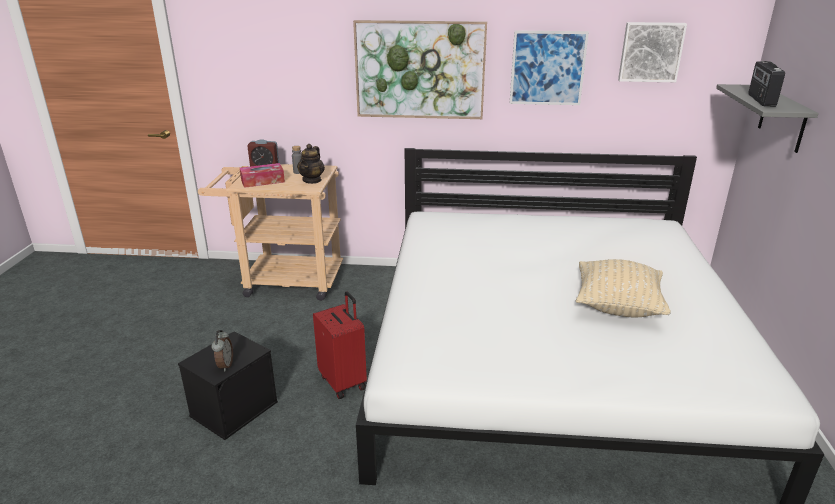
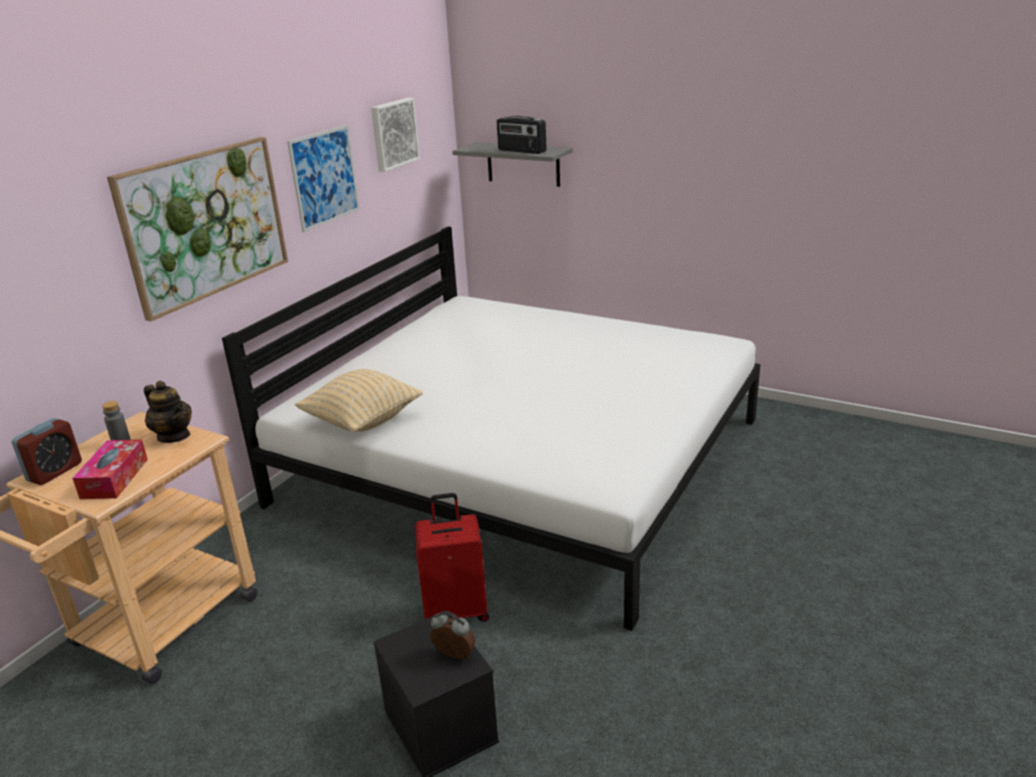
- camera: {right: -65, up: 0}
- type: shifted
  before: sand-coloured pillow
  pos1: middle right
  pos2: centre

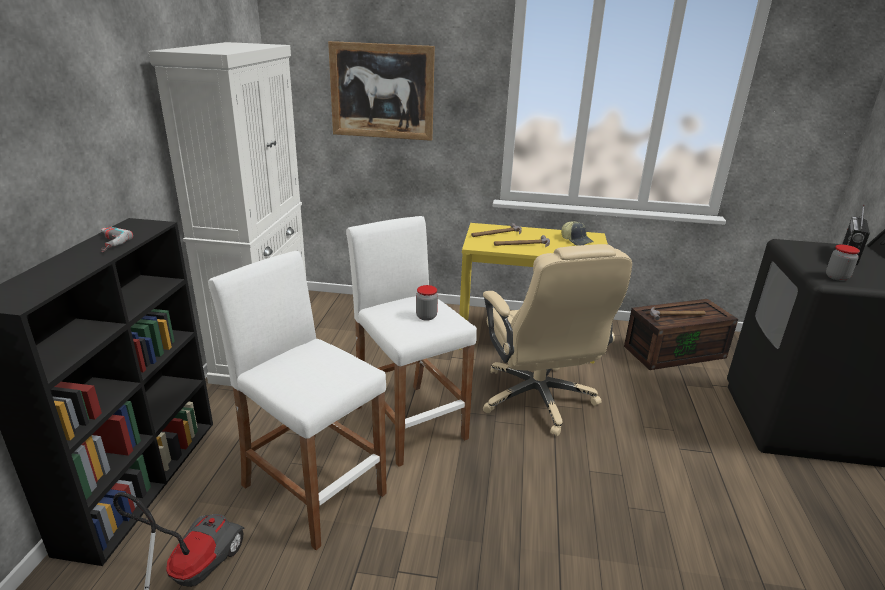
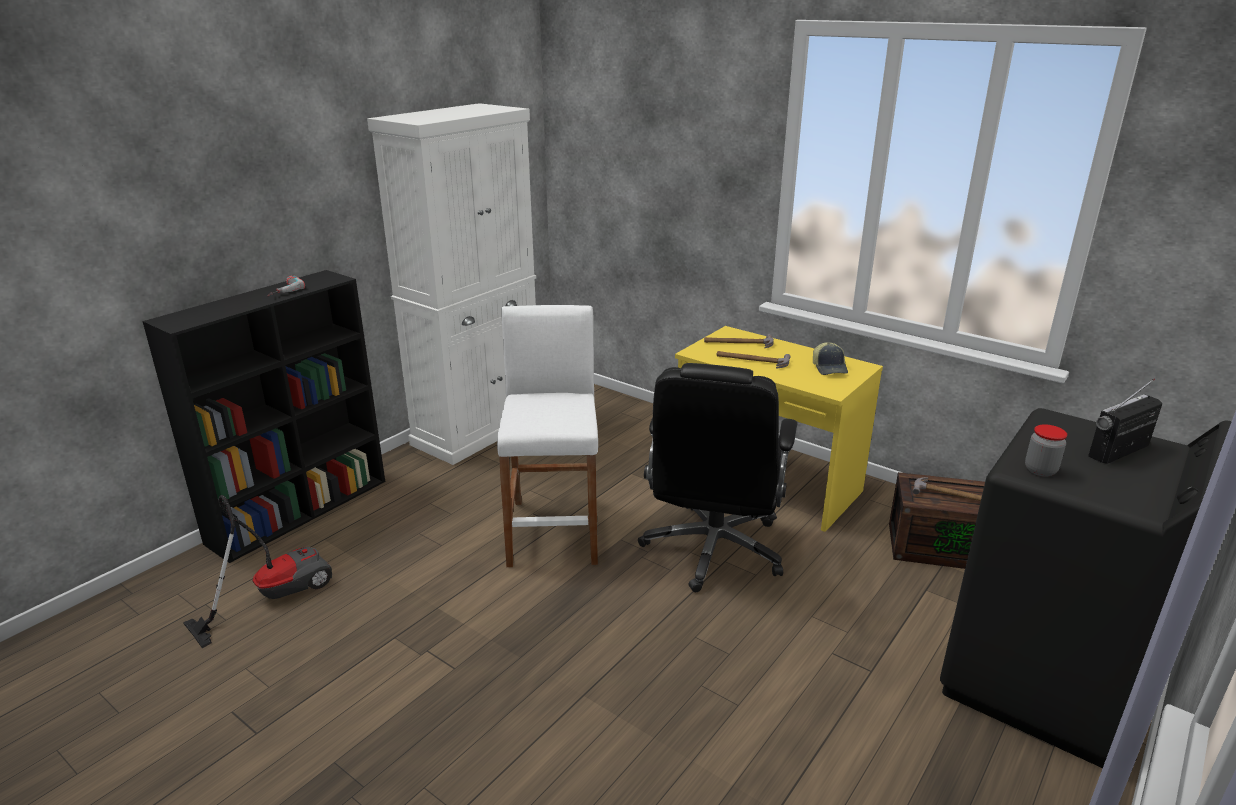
- camera: {right: 30, up: 0}
- type: repainted
  before: sand-coloured office chair
  after: blackish office chair
  pos1: centre
  pos2: centre
- type: gone
  before: white stool seat (no. 1 from left)
  pos1: bottom centre
- type: gone
  before: wall picture
  pos1: top centre
- type: gone
  before: storage jar (no. 1 from left)
  pos1: centre

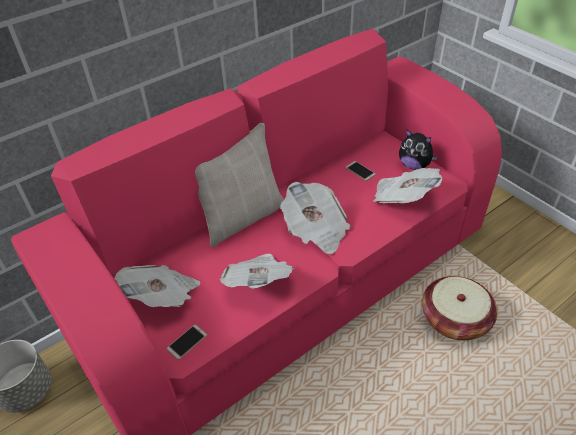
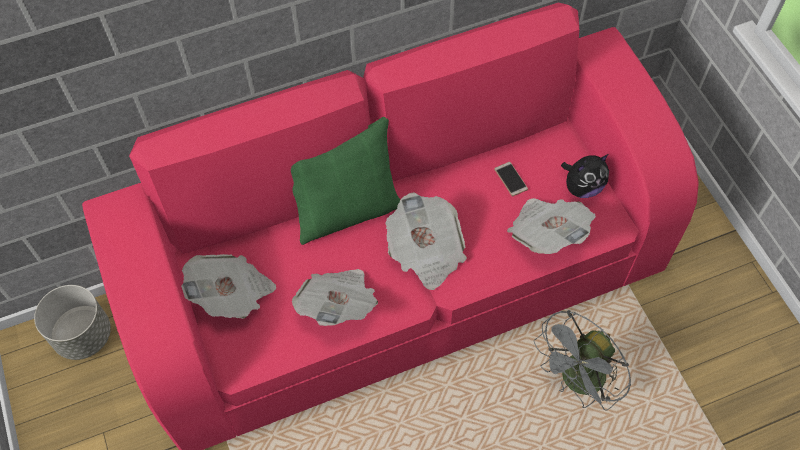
- camera: {right: 15, up: 15}
- type: repainted
  before: sand-coloured pillow
  after: green-coloured pillow
  pos1: centre
  pos2: centre
- type: swapped
  before: storage basket
  after: gray cooling fan
  pos1: bottom right
  pos2: bottom right
- type: rotated
  before: cuddly toy
  pos1: middle right
  pos2: middle right
  turn: -75
- type: gone
  before: handset (no. 1 from left)
  pos1: bottom left

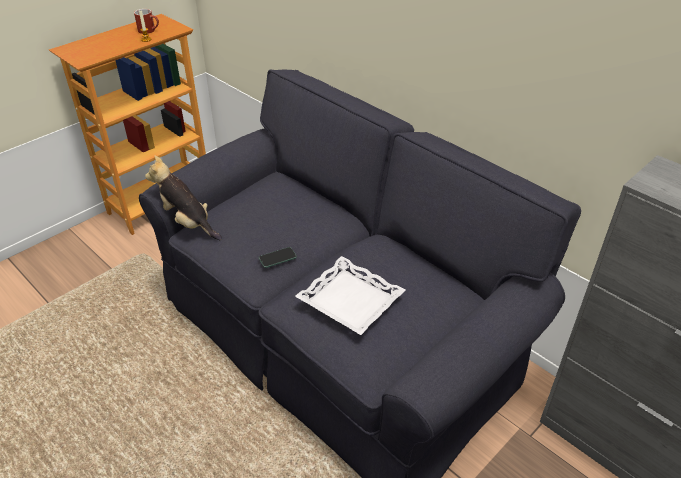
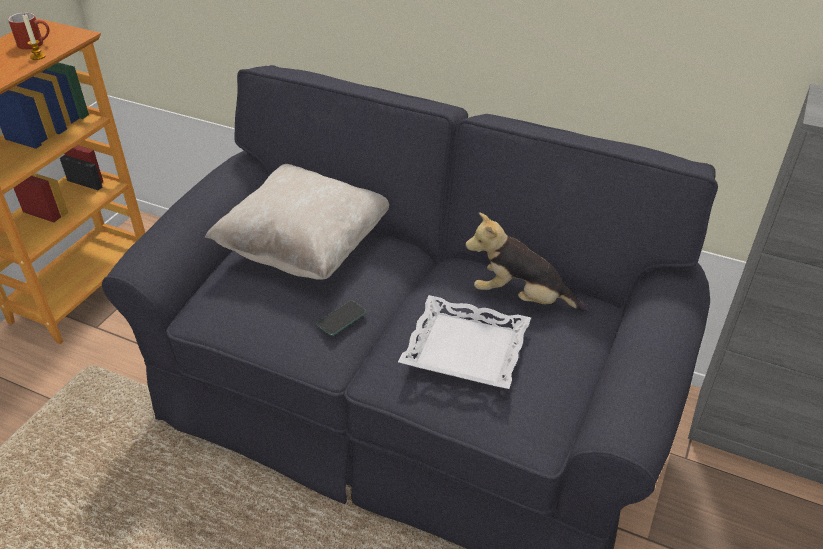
- camera: {right: -20, up: 0}
- type: new
  after: sand-coloured pillow
  pos2: centre
- type: shifted
  before: cuddly toy
  pos1: middle left
  pos2: centre

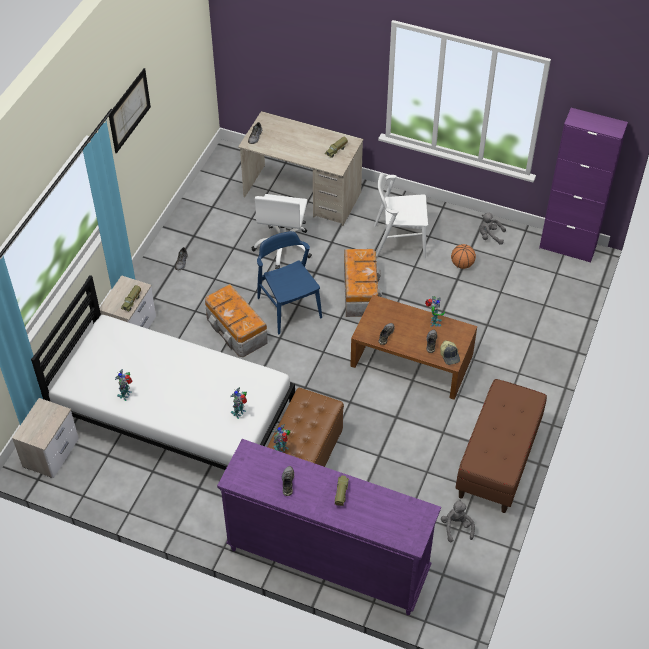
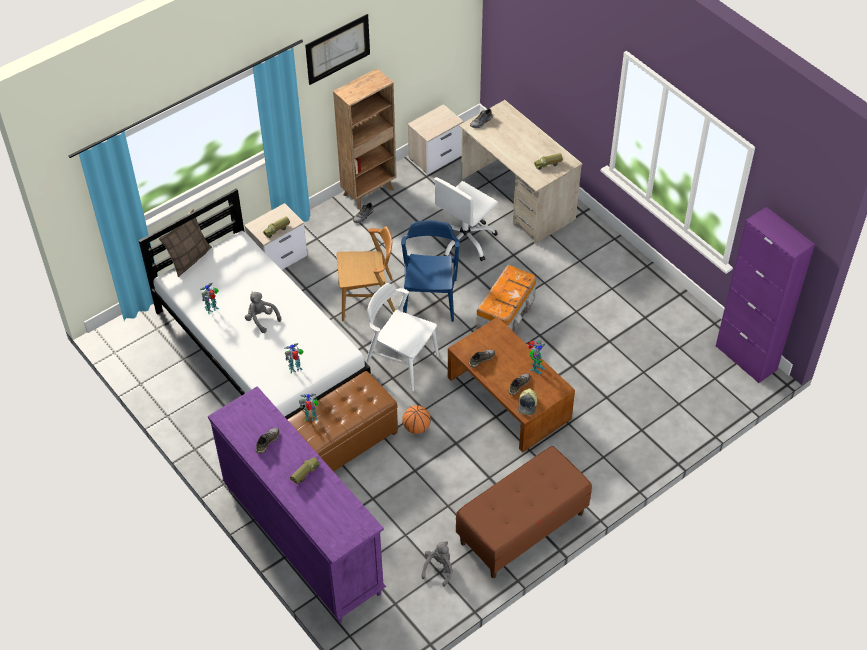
- camera: {right: 30, up: 0}
- type: new
  after: pillow
  pos2: middle left
- type: shifted
  before: gray cuddly toy (no. 2 from left in the first image)
  after: gray cuddly toy (no. 1 from left)
  pos1: middle right
  pos2: middle left
- type: new
  after: brownish bookshelf
  pos2: top centre
- type: swapped
  before: storage box (no. 1 from left)
  after: brownish chair
  pos1: centre
  pos2: centre
- type: shifted
  before: white chair
  pos1: top centre
  pos2: centre
- type: shifted
  before: basketball
  pos1: middle right
  pos2: centre
- type: shifted
  before: bedside table (no. 1 from left in the first image)
  after: bedside table (no. 2 from left)
  pos1: bottom left
  pos2: top centre

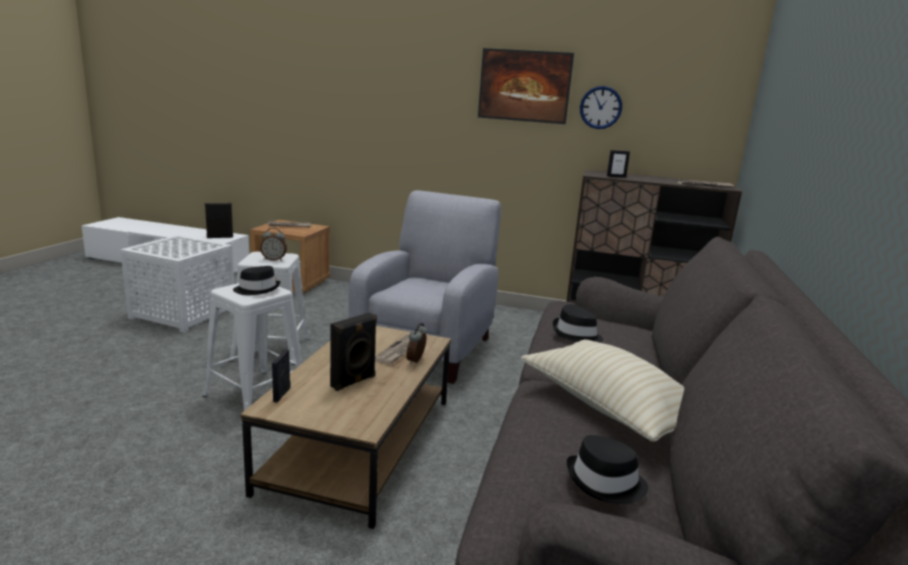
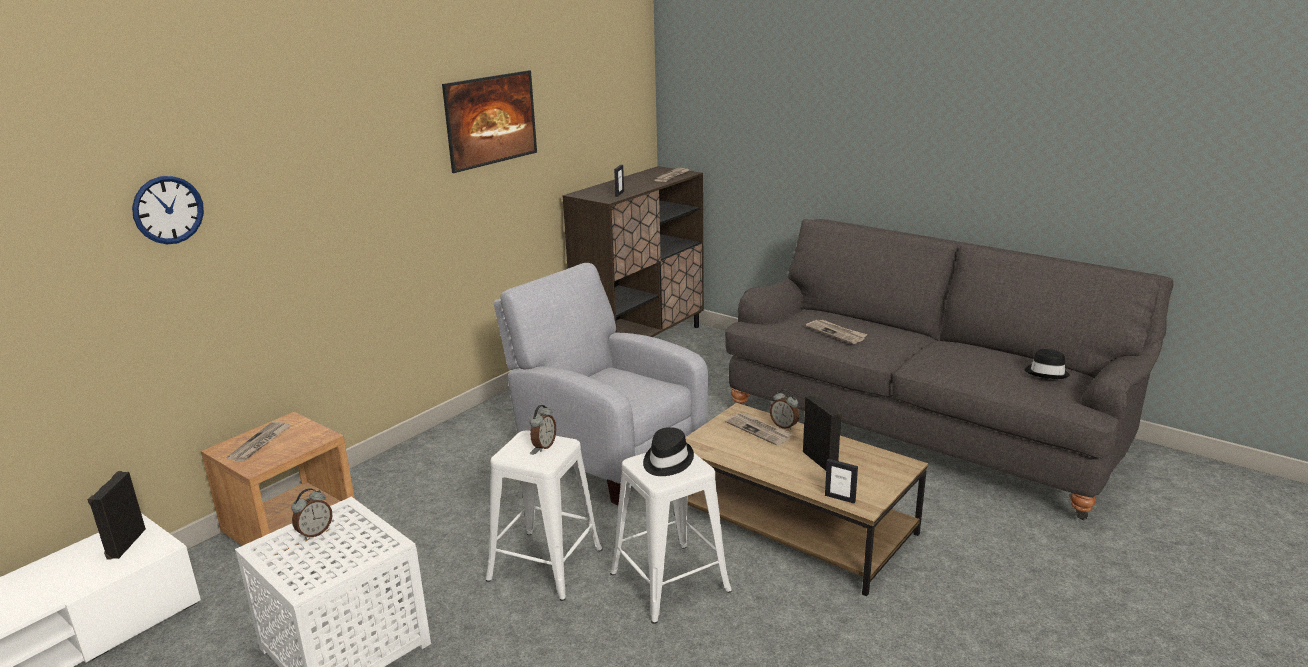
- camera: {right: -65, up: 5}
- type: shifted
  before: wall clock
  pos1: top centre
  pos2: top left
- type: new
  after: table clock (no. 1 from left)
  pos2: bottom left
- type: swapped
  before: blackish clothing hat (no. 2 from left)
  after: daily paper (no. 4 from left)
  pos1: centre
  pos2: centre
- type: gone
  before: sand-coloured pillow
  pos1: bottom centre

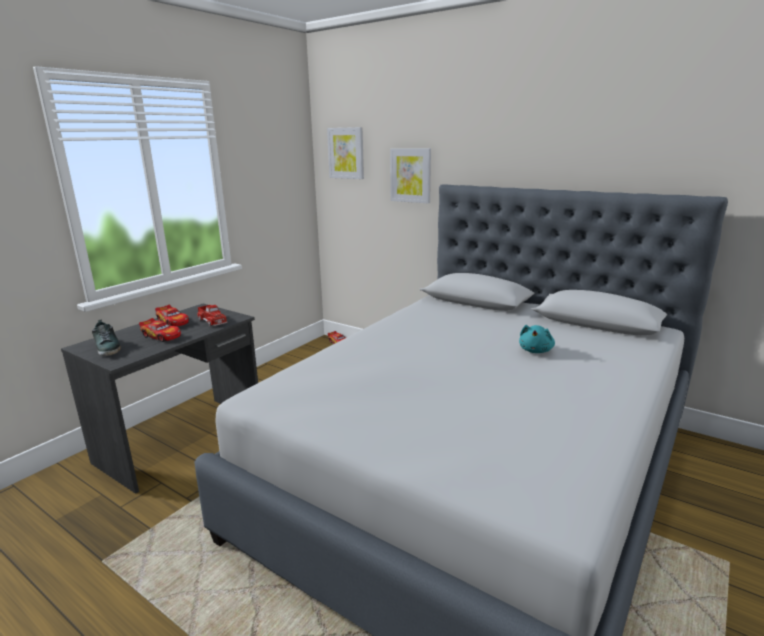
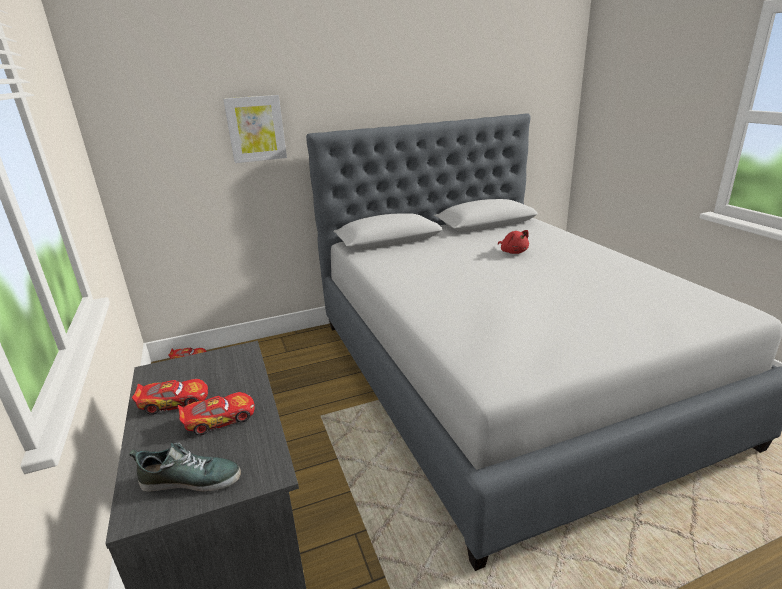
- camera: {right: -55, up: 5}
- type: repainted
  before: turquoise-coloured cuddly toy
  after: red cuddly toy
  pos1: middle right
  pos2: centre
- type: gone
  before: toy lorry
  pos1: middle left
- type: gone
  before: wall picture (no. 1 from left)
  pos1: top centre

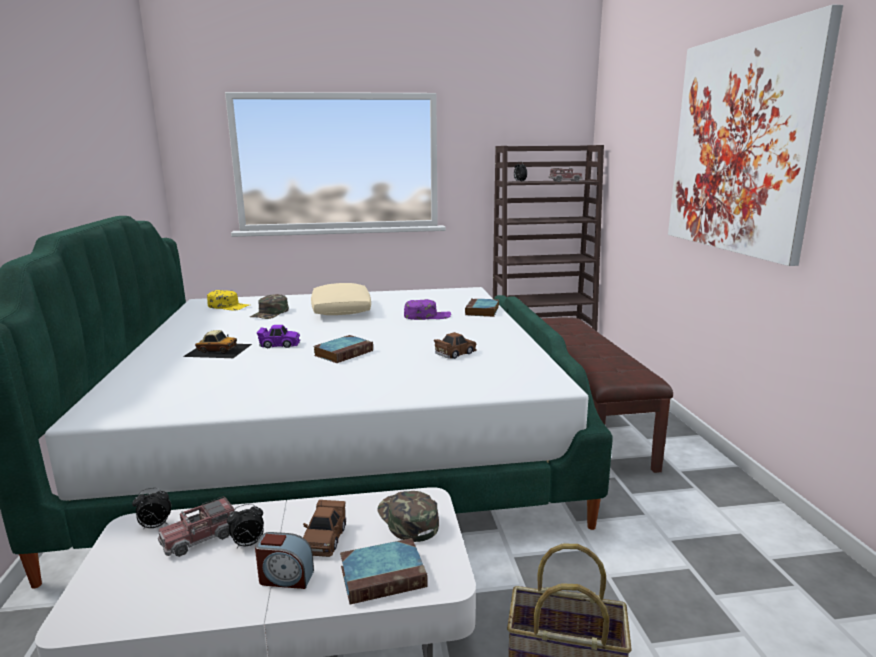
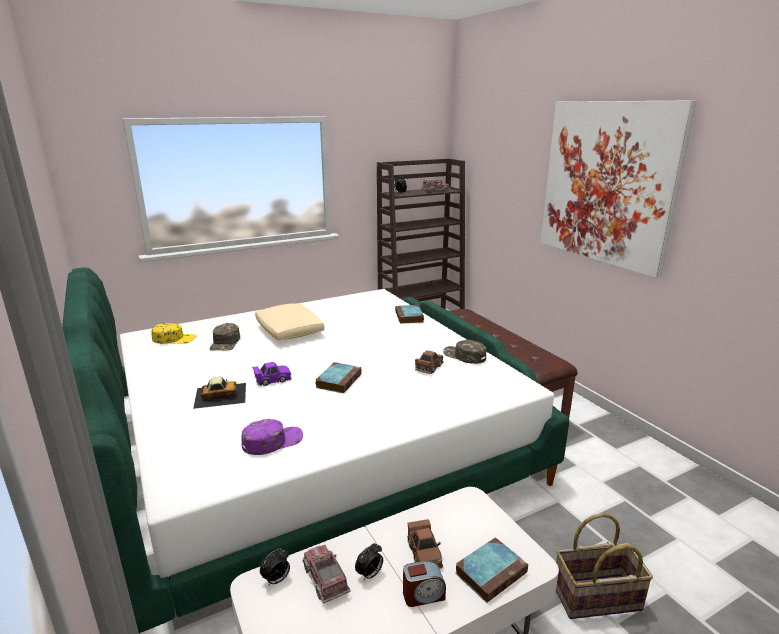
- camera: {right: -20, up: 5}
- type: shifted
  before: purple cap
  pos1: centre
  pos2: bottom centre
- type: rotated
  before: toy lorry (no. 1 from left)
  pos1: bottom left
  pos2: bottom centre
  turn: 120
- type: shifted
  before: green-coloured cap (no. 2 from left)
  pos1: bottom centre
  pos2: centre

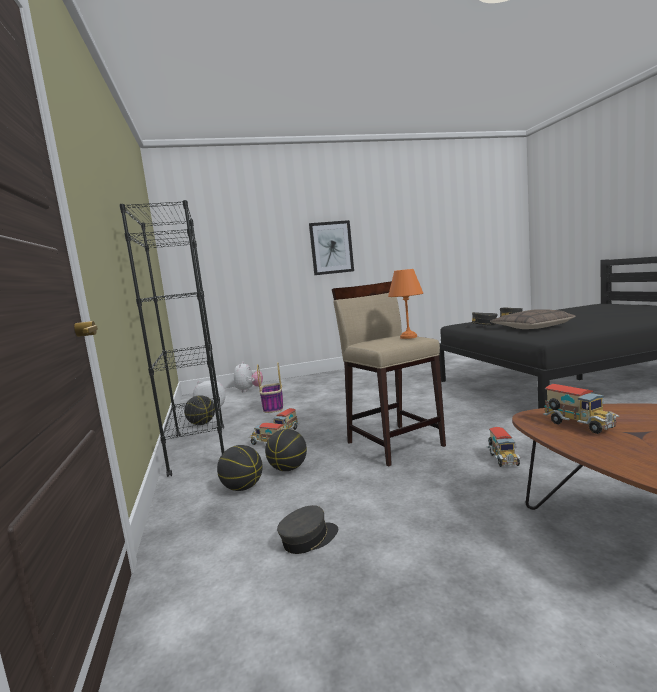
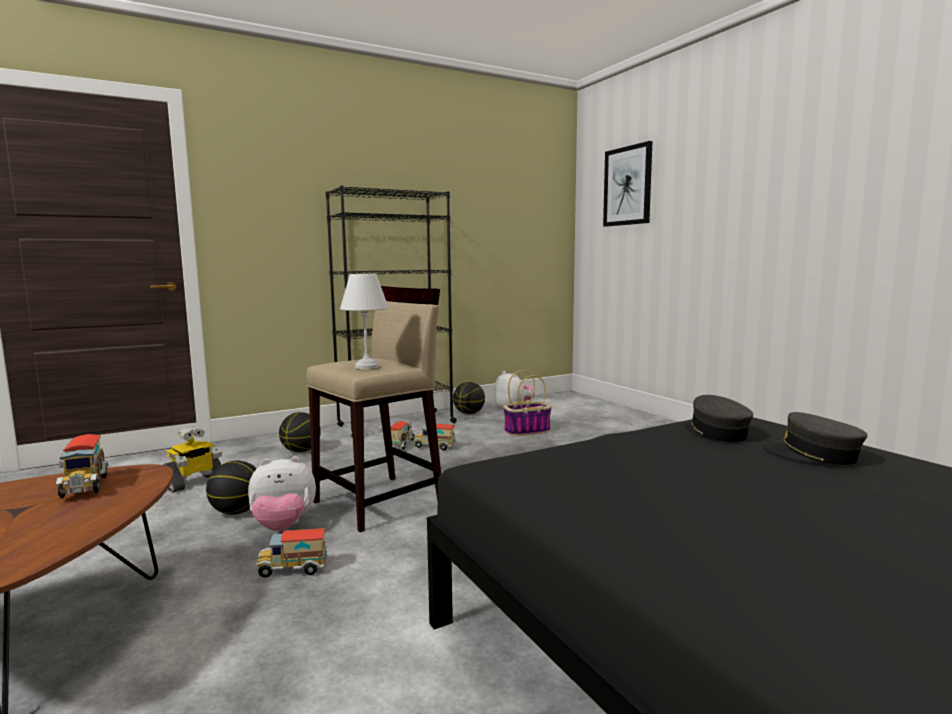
- camera: {right: 75, up: 0}
- type: rotated
  before: toy lorry (no. 4 from left in the first image)
  pos1: middle right
  pos2: middle left
  turn: -75
- type: swapped
  before: gray cap (no. 1 from left)
  after: model robot
  pos1: bottom centre
  pos2: middle left
- type: shifted
  before: basketball (no. 3 from left in the first image)
  after: basketball (no. 1 from left)
  pos1: centre
  pos2: bottom left
- type: shifted
  before: cuddly toy (no. 2 from left in the first image)
  after: cuddly toy (no. 1 from left)
  pos1: centre
  pos2: bottom left
- type: repainted
  before: orangey table lamp
  after: white table lamp
  pos1: centre
  pos2: centre
- type: shifted
  before: wall picture
  pos1: centre
  pos2: top centre
- type: gone
  before: pillow
  pos1: middle right

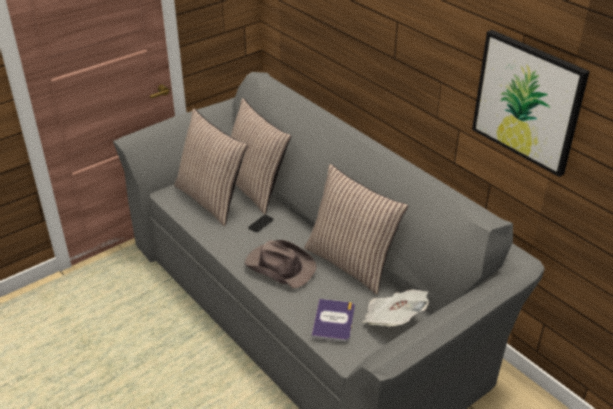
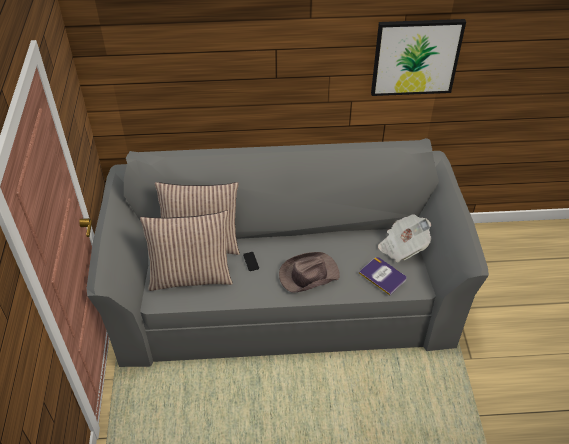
- camera: {right: -55, up: 10}
- type: gone
  before: pillow (no. 3 from left)
  pos1: centre

